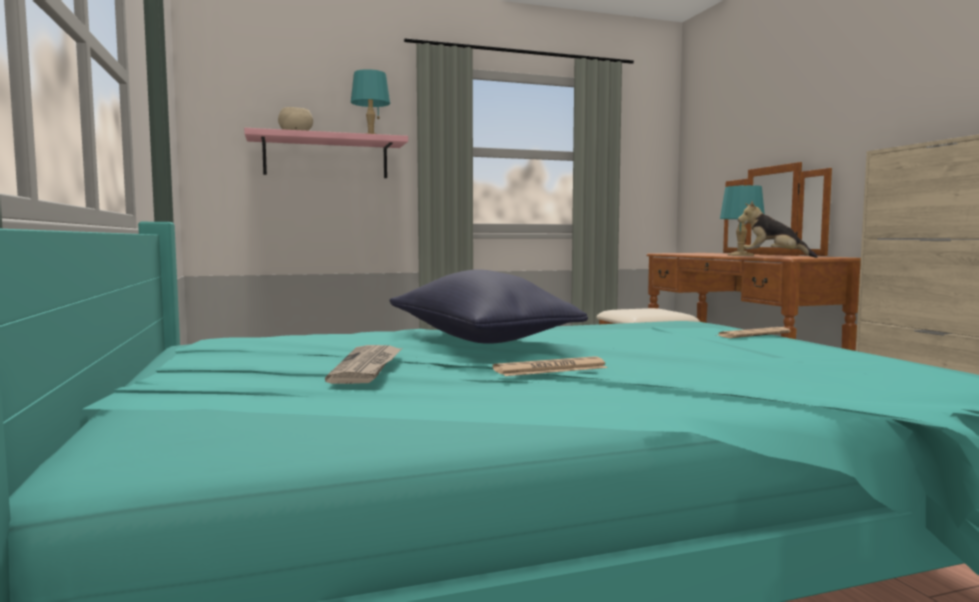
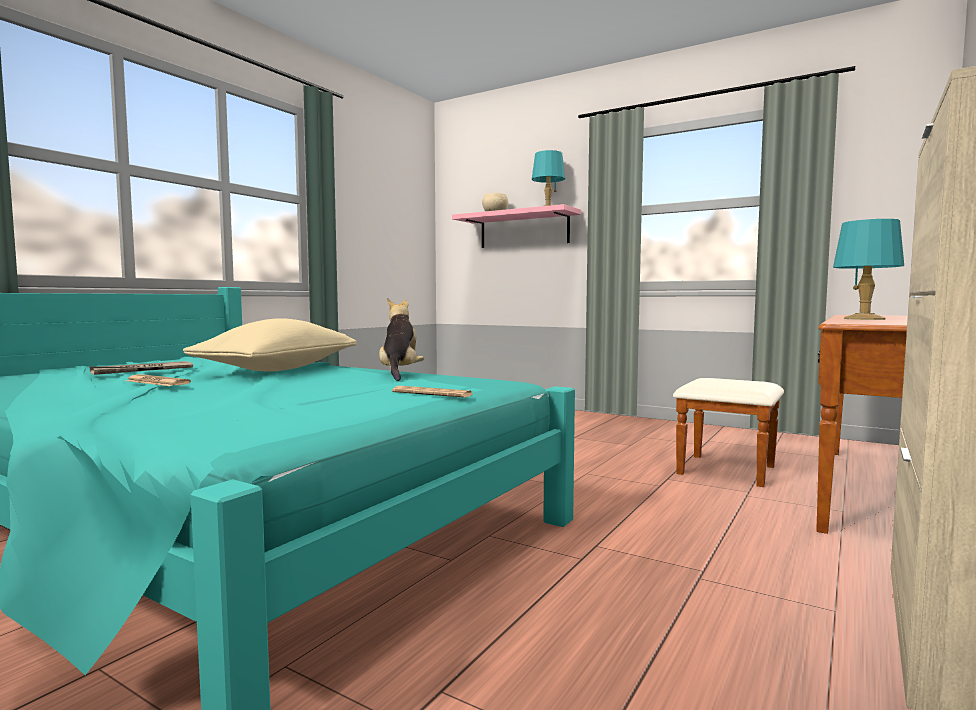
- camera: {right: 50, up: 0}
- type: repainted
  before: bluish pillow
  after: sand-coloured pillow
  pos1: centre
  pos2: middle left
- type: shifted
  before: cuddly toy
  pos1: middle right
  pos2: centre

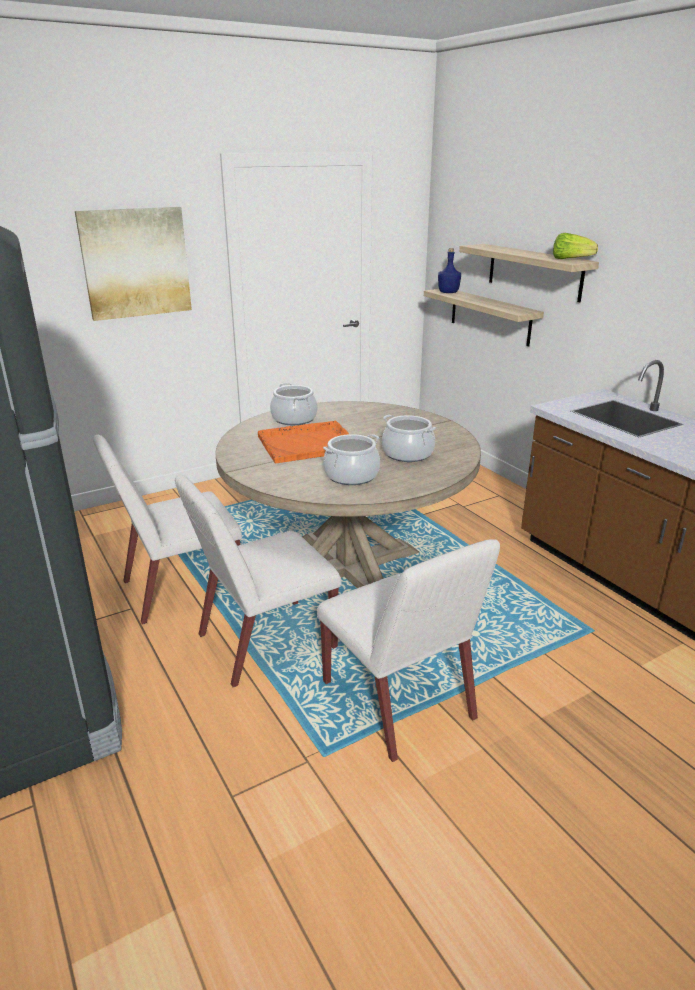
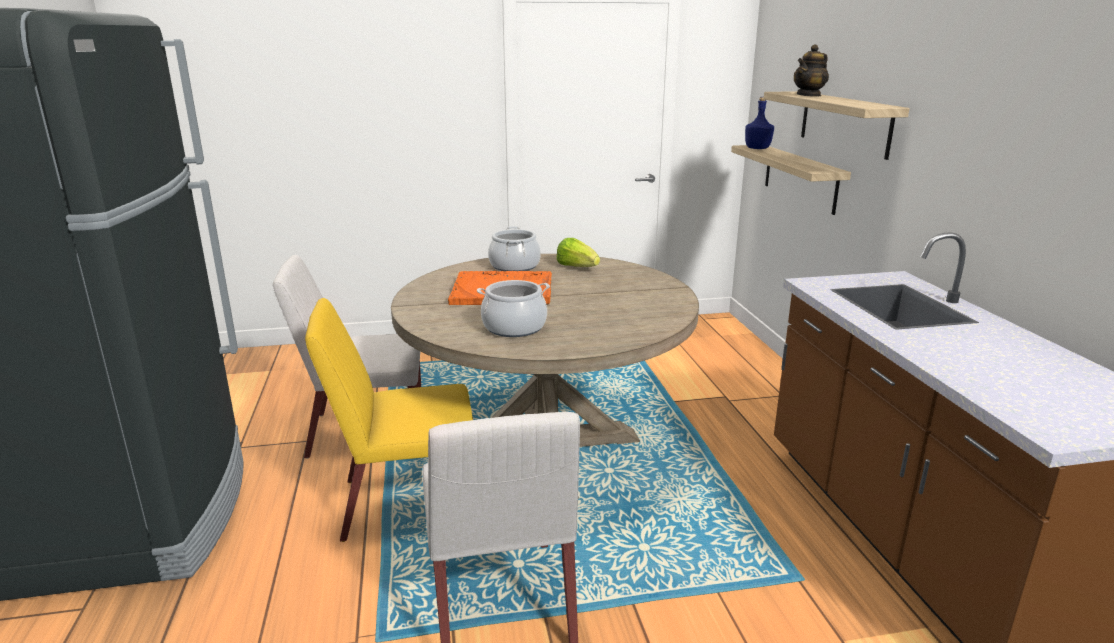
- camera: {right: 20, up: -5}
- type: repainted
  before: white chair (no. 2 from left)
  after: yellowish chair
  pos1: centre
  pos2: centre
- type: shifted
  before: lettuce head
  pos1: top right
  pos2: centre
- type: new
  after: tea pot
  pos2: top right
- type: gone
  before: wall picture
  pos1: top left
- type: gone
  before: cooking pot (no. 3 from left)
  pos1: centre

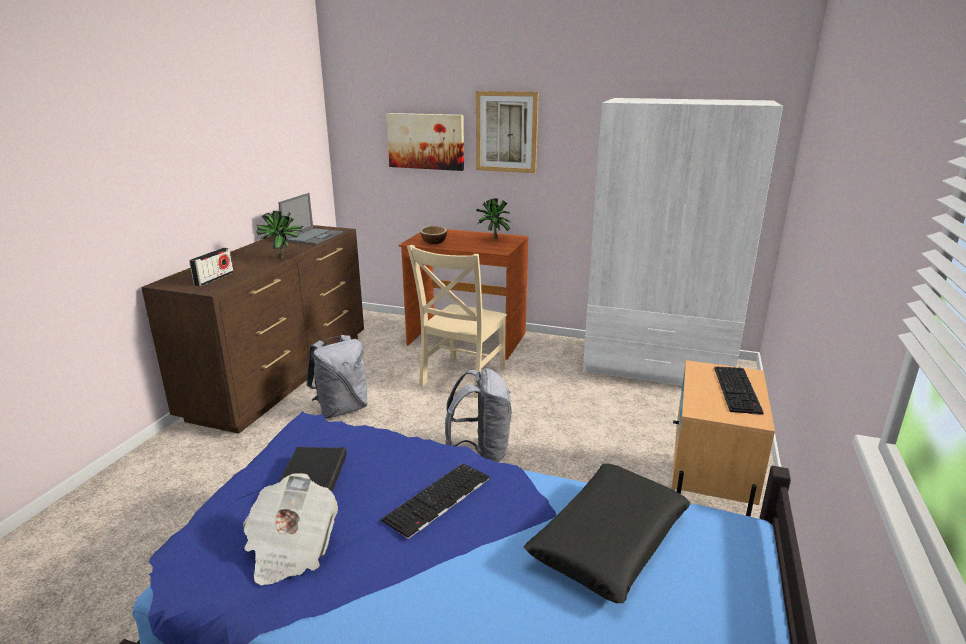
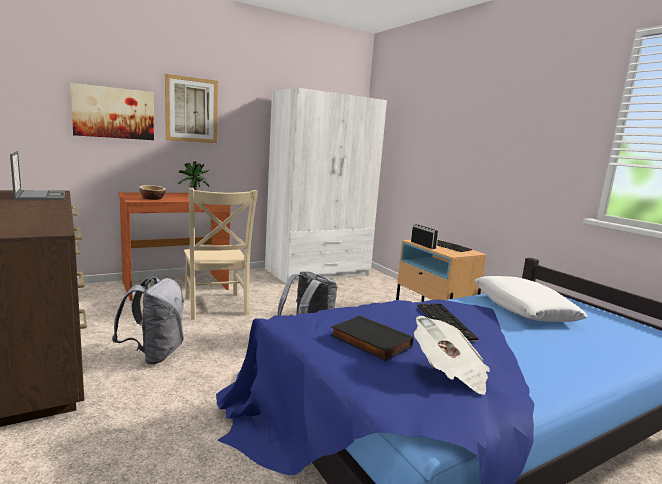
- camera: {right: -50, up: -10}
- type: shifted
  before: radio
  pos1: middle left
  pos2: centre
- type: repainted
  before: blackish pillow
  after: white pillow
  pos1: bottom centre
  pos2: middle right
- type: gone
  before: potted plant (no. 1 from left)
  pos1: middle left

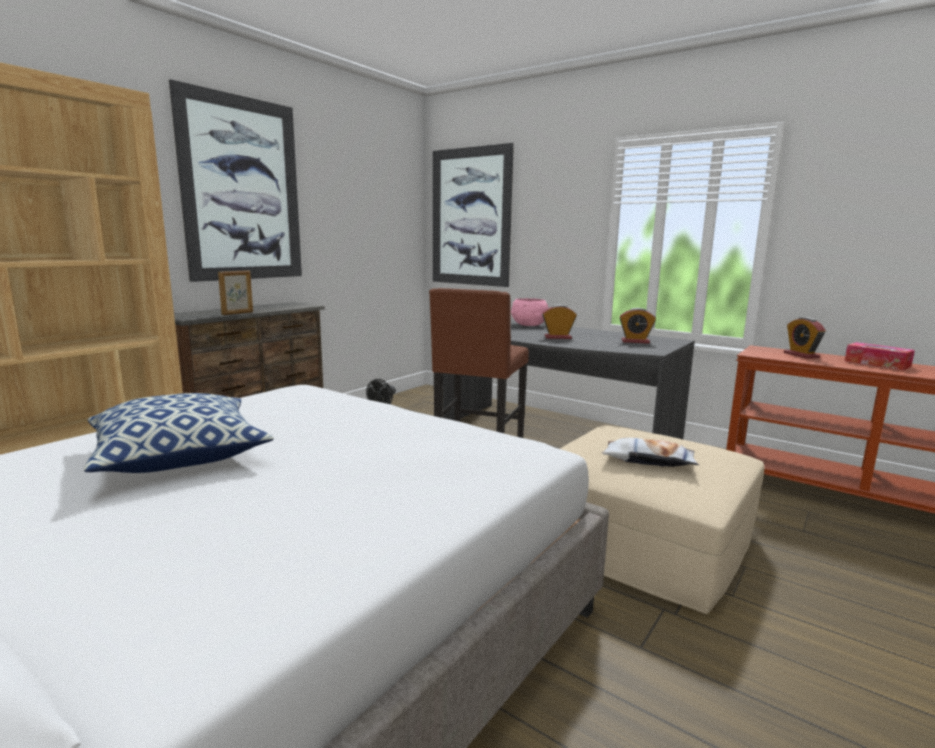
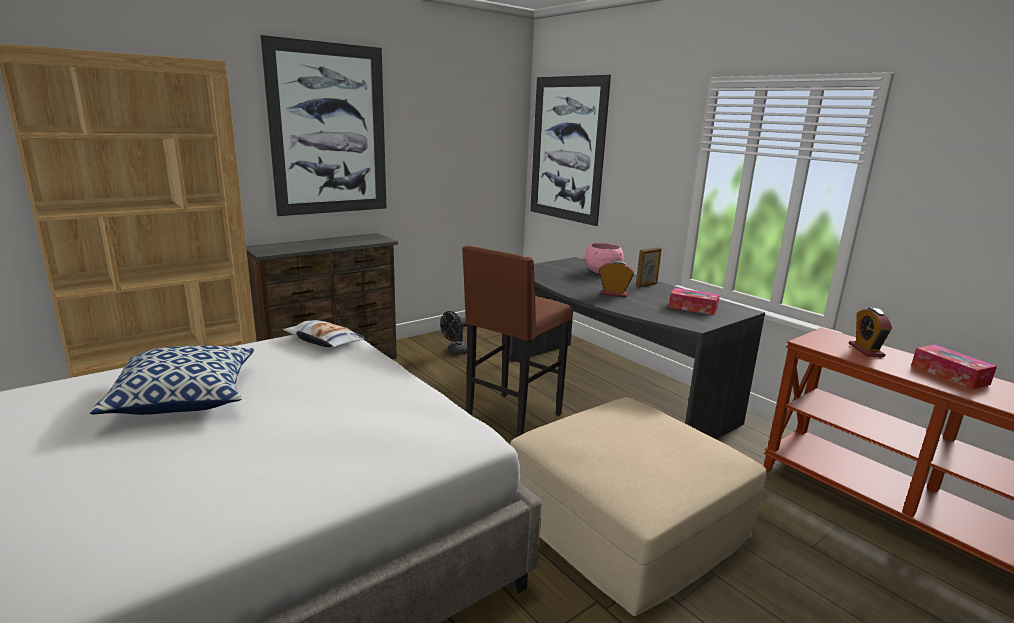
- camera: {right: 15, up: 5}
- type: shifted
  before: pillow (no. 2 from left)
  pos1: middle right
  pos2: middle left
- type: shifted
  before: picture frame
  pos1: middle left
  pos2: centre
- type: swapped
  before: table clock (no. 2 from left)
  after: tissue box (no. 1 from left)
  pos1: middle right
  pos2: middle right

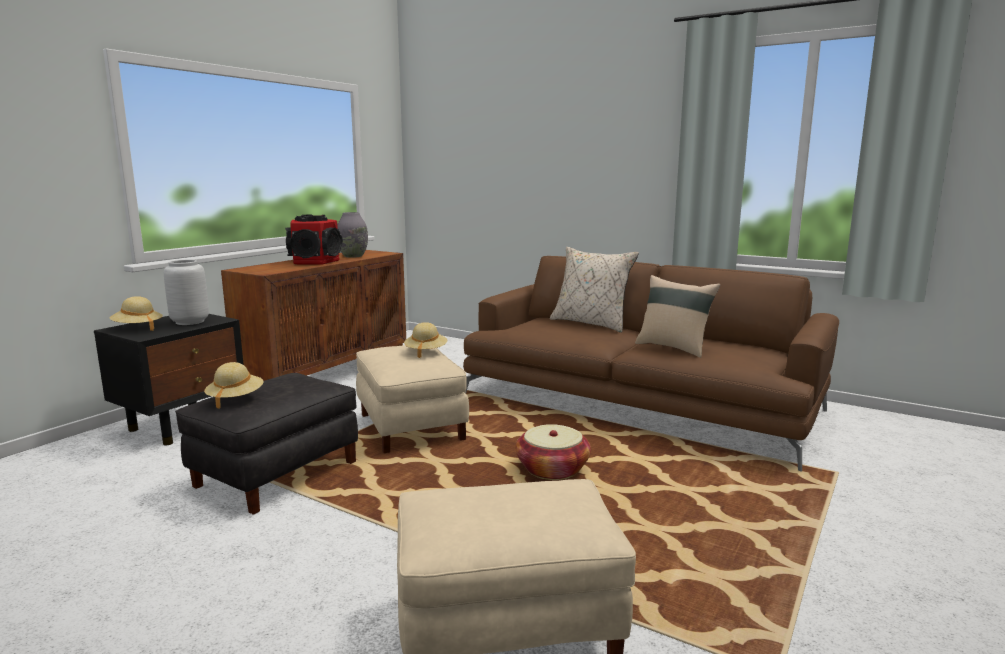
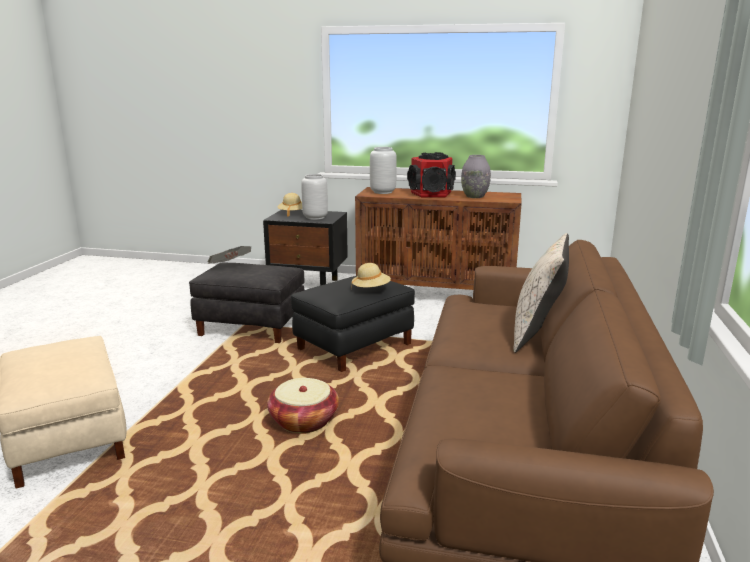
- camera: {right: 70, up: 5}
- type: swapped
  before: sand-coloured clothing hat (no. 2 from left)
  after: daily paper
  pos1: middle left
  pos2: middle left
- type: repainted
  before: sand-coloured ottoman (no. 1 from left)
  after: blackish ottoman (no. 2 from left)
  pos1: centre
  pos2: centre
- type: new
  after: gray flower vase (no. 2 from left)
  pos2: top centre
- type: gone
  before: sand-coloured pillow (no. 2 from left)
  pos1: middle right

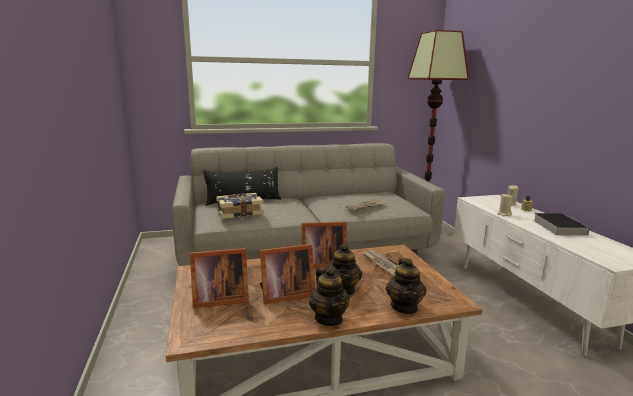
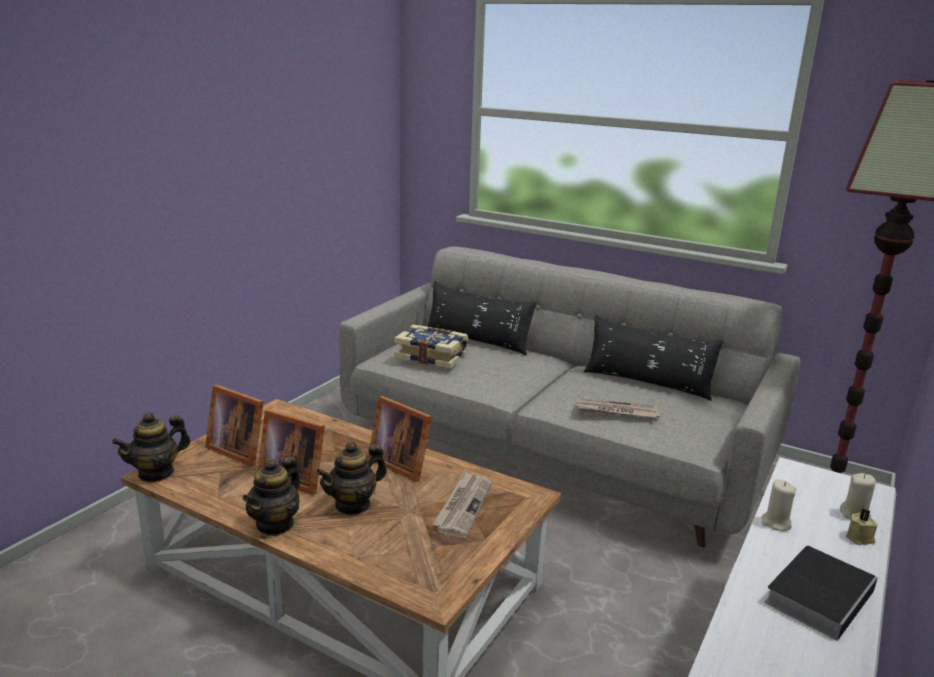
- camera: {right: 45, up: 5}
- type: shifted
  before: tea pot (no. 3 from left in the first image)
  after: tea pot (no. 1 from left)
  pos1: bottom centre
  pos2: middle left
- type: new
  after: blackish pillow (no. 2 from left)
  pos2: middle right

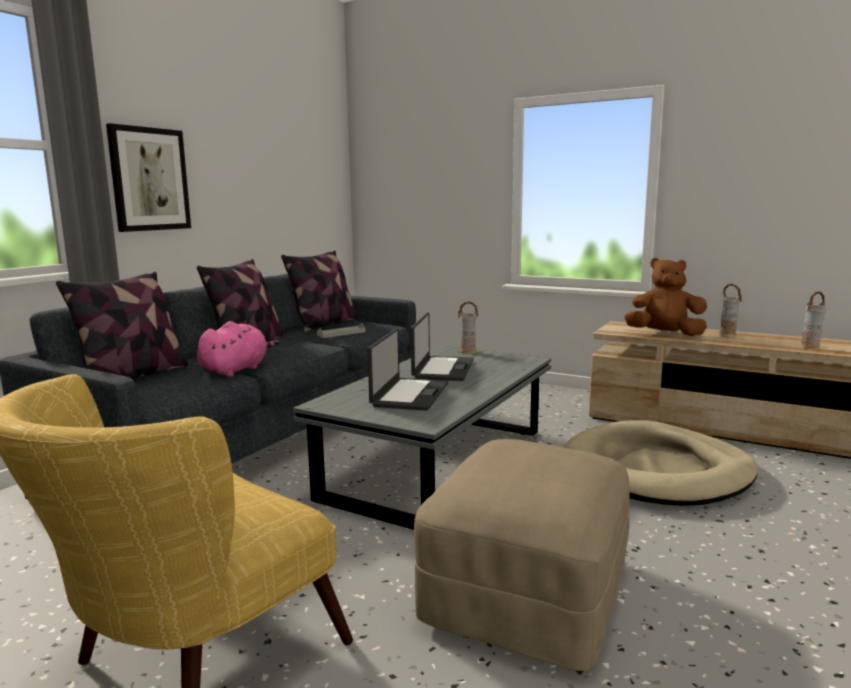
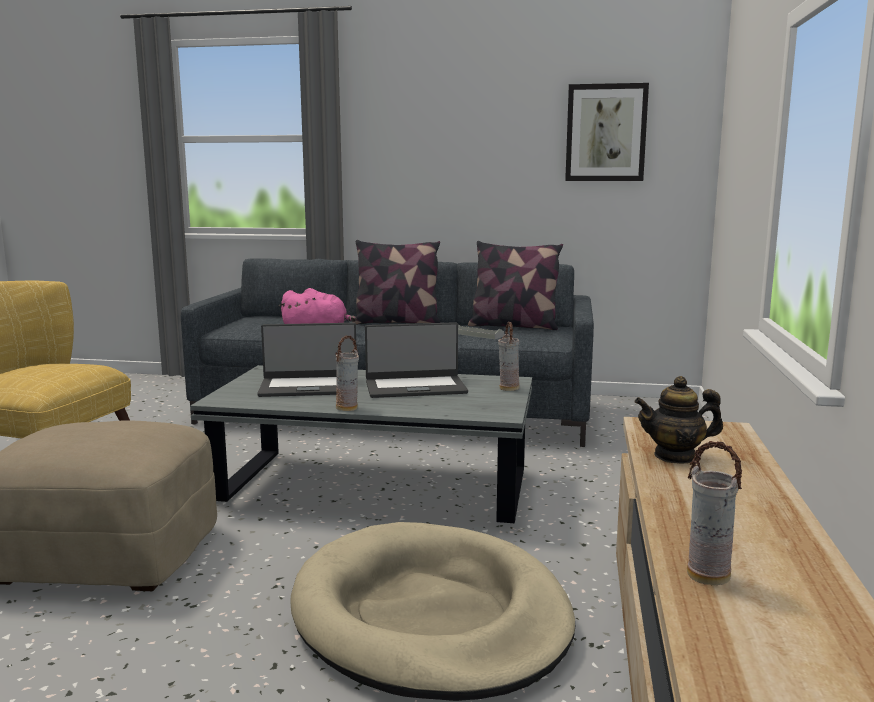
- camera: {right: 70, up: 0}
- type: shifted
  before: flower vase (no. 2 from left in the first image)
  after: flower vase (no. 1 from left)
  pos1: middle right
  pos2: centre
- type: shifted
  before: wall picture
  pos1: top left
  pos2: top right
- type: swapped
  before: brownish cuddly toy
  after: tea pot
  pos1: middle right
  pos2: middle right
- type: gone
  before: pillow (no. 1 from left)
  pos1: middle left

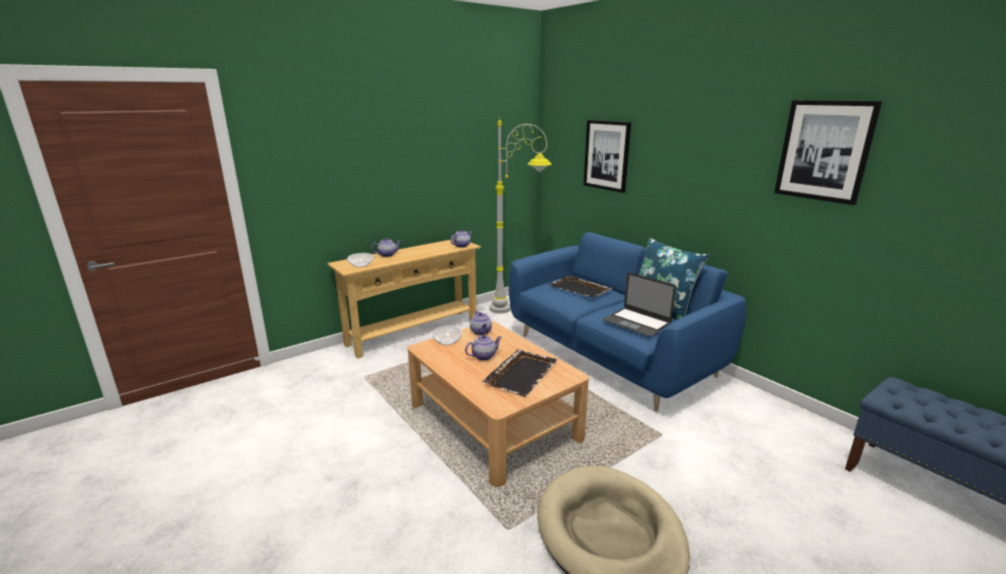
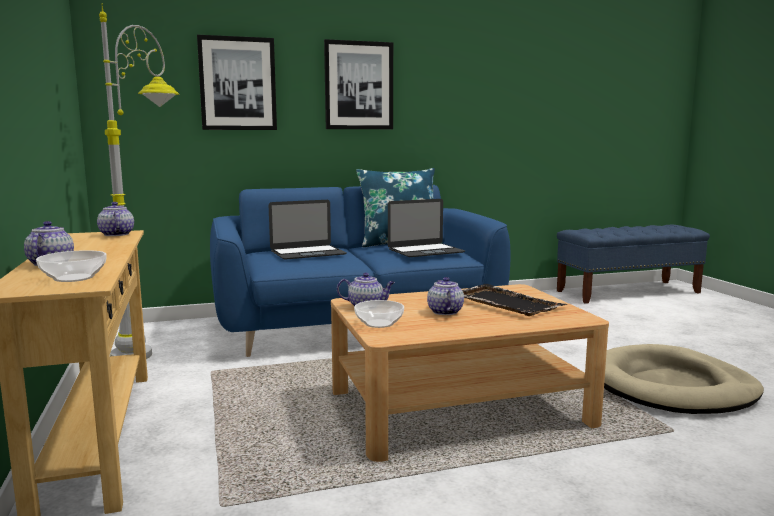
- camera: {right: -70, up: -10}
- type: swapped
  before: blackish tray (no. 2 from left)
  after: laptop (no. 1 from left)
  pos1: centre
  pos2: centre
- type: shifted
  before: wall picture (no. 2 from left)
  pos1: top right
  pos2: top centre

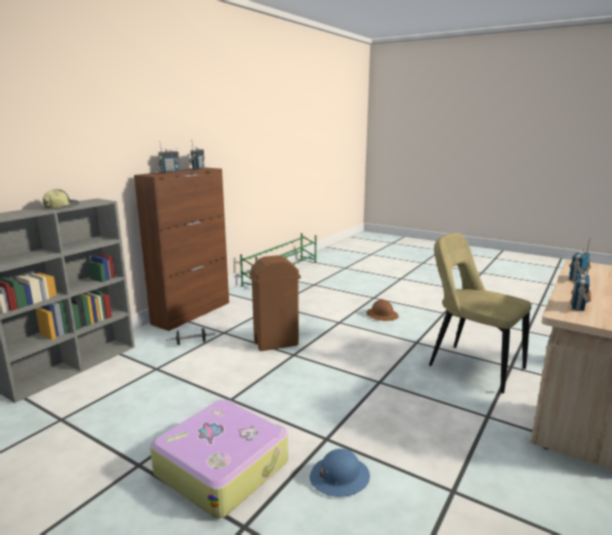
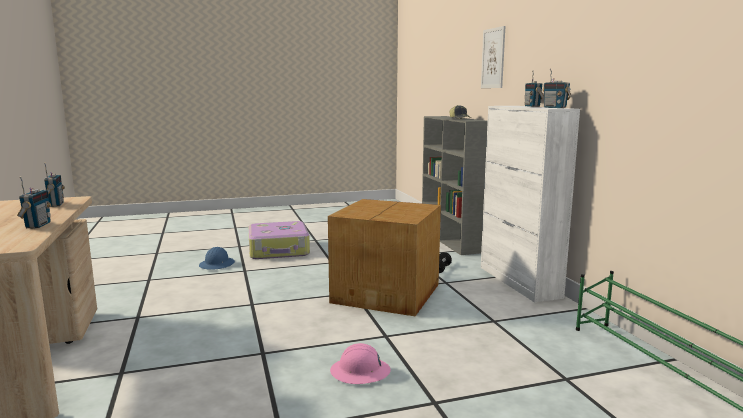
- camera: {right: 130, up: -5}
- type: swapped
  before: brownish waste bin
  after: cardboard box
  pos1: centre
  pos2: centre
- type: repainted
  before: brownish work helmet
  after: pink work helmet
  pos1: centre
  pos2: bottom centre
- type: new
  after: wall picture
  pos2: top centre
- type: repainted
  before: brownish cupboard
  after: white cupboard
  pos1: middle left
  pos2: middle right
- type: gone
  before: sand-coloured chair
  pos1: middle right

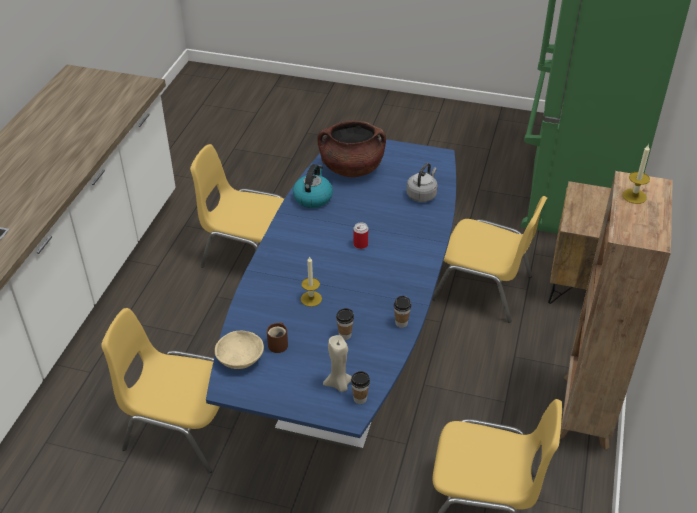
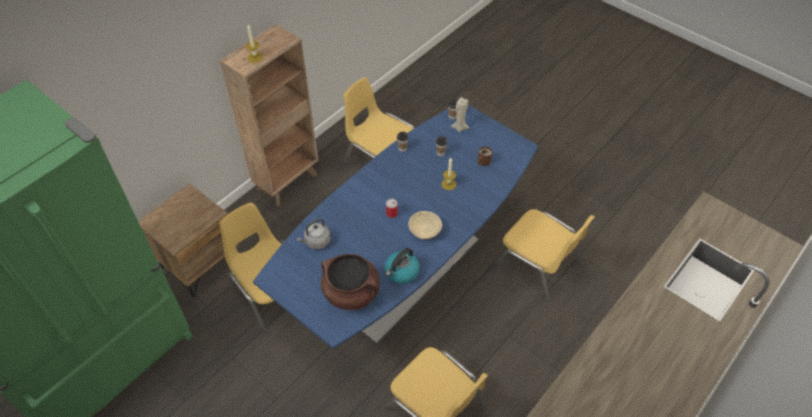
- camera: {right: -155, up: 10}
- type: shifted
  before: sand-coloured deep dish
  pos1: bottom centre
  pos2: centre

